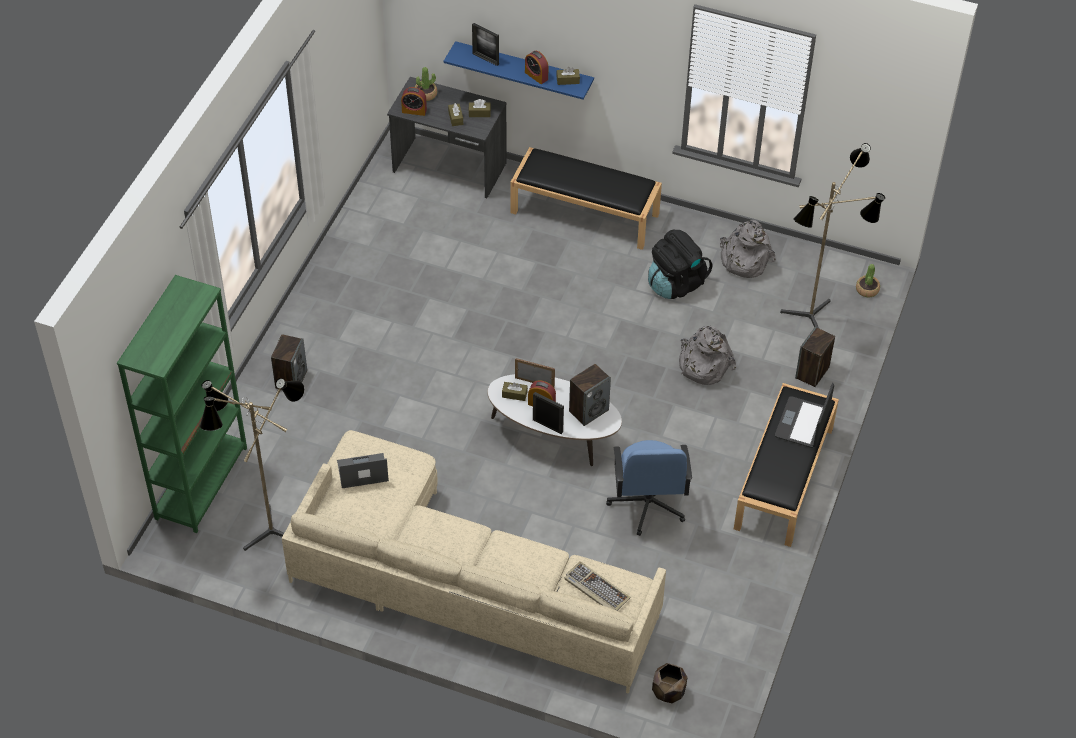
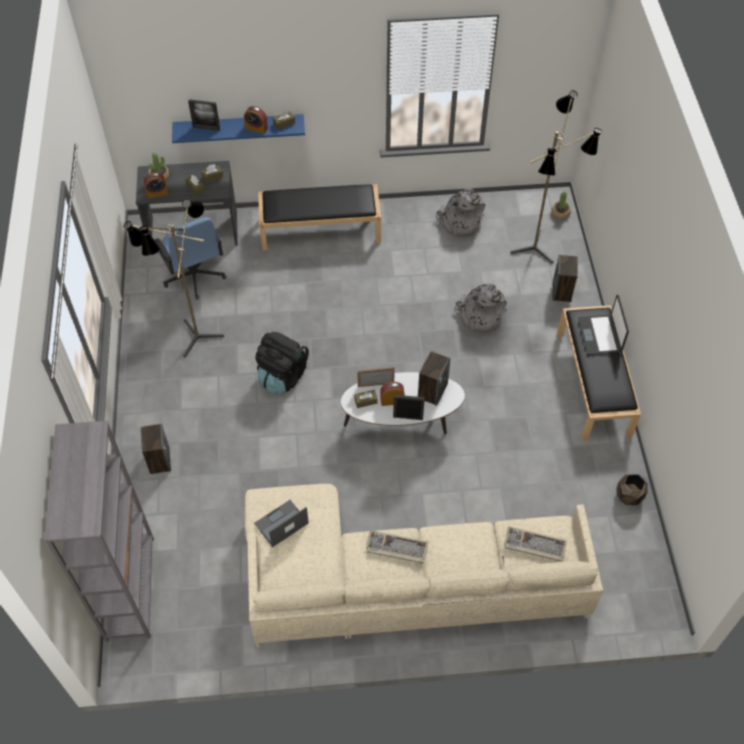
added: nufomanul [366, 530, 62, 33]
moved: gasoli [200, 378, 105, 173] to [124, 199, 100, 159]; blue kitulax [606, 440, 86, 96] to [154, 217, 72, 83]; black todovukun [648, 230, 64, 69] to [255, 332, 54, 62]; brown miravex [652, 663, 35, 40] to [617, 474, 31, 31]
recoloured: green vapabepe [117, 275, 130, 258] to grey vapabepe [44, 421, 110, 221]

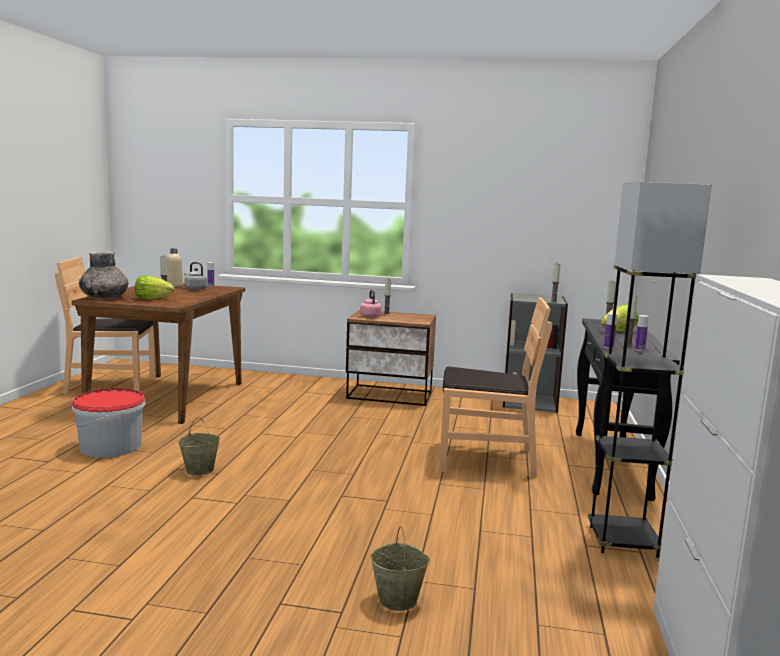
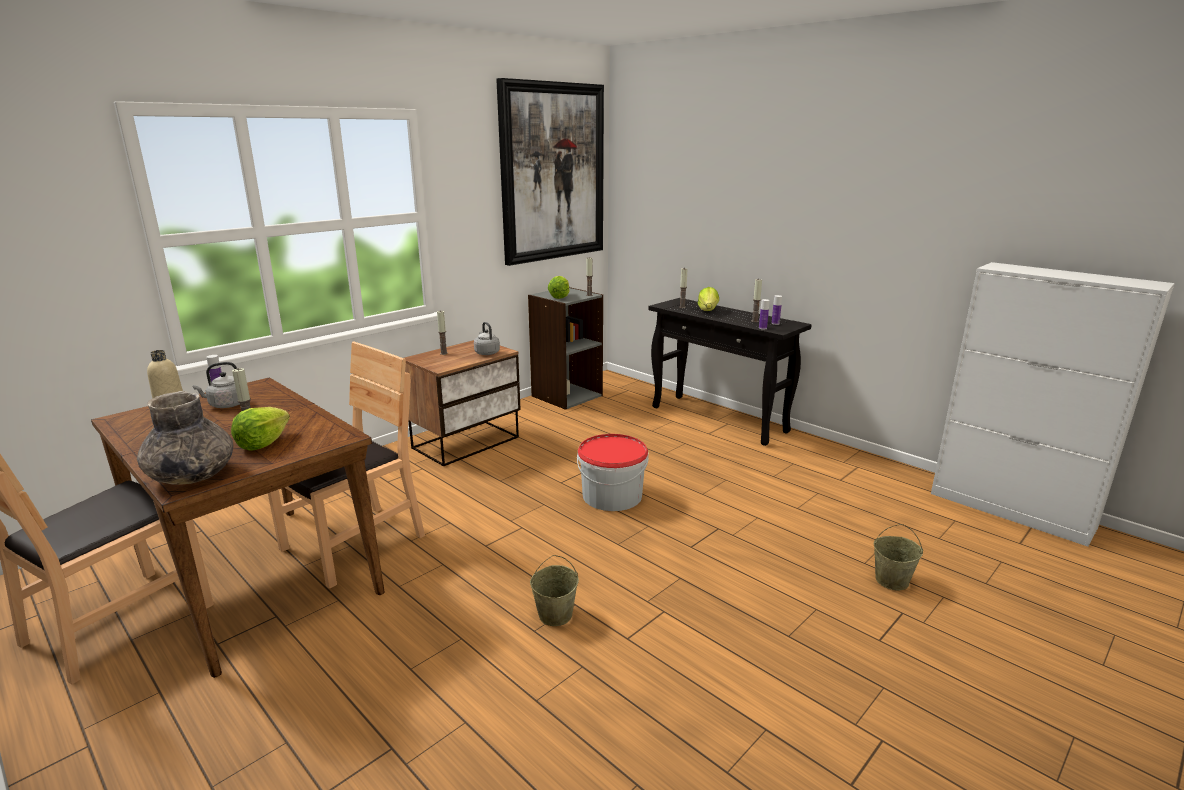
removed: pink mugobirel [360, 290, 22, 28]; black gasoli [588, 182, 124, 376]
added: grey mugobirel [474, 322, 26, 33]; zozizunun [496, 78, 108, 188]; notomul [548, 276, 21, 23]
moved: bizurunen [72, 388, 73, 70] to [577, 434, 72, 77]; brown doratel [439, 297, 113, 181] to [268, 342, 157, 247]

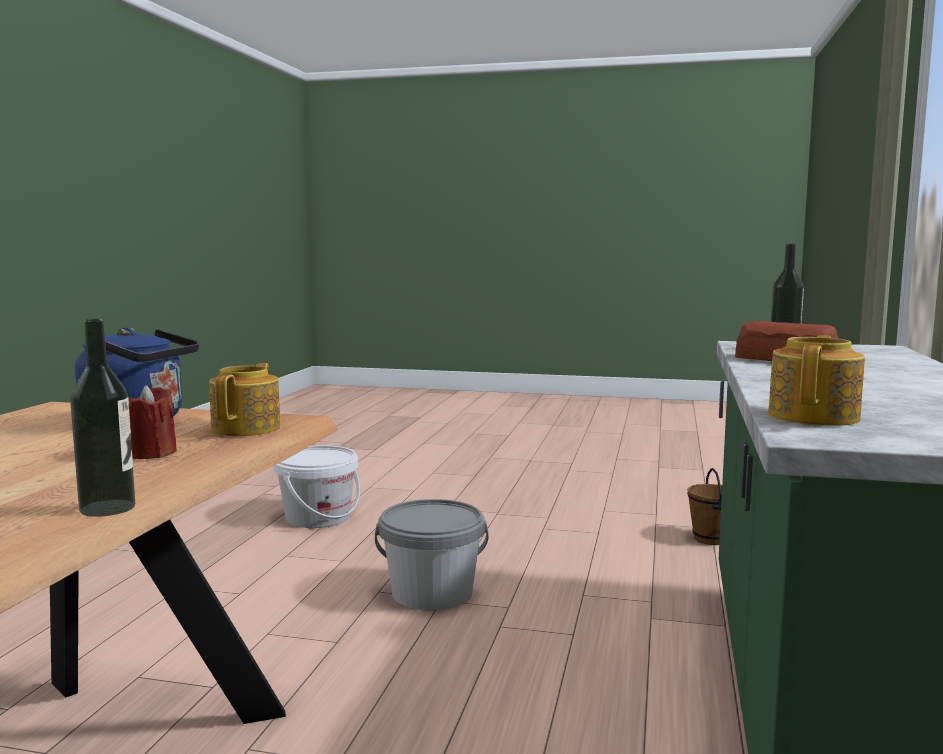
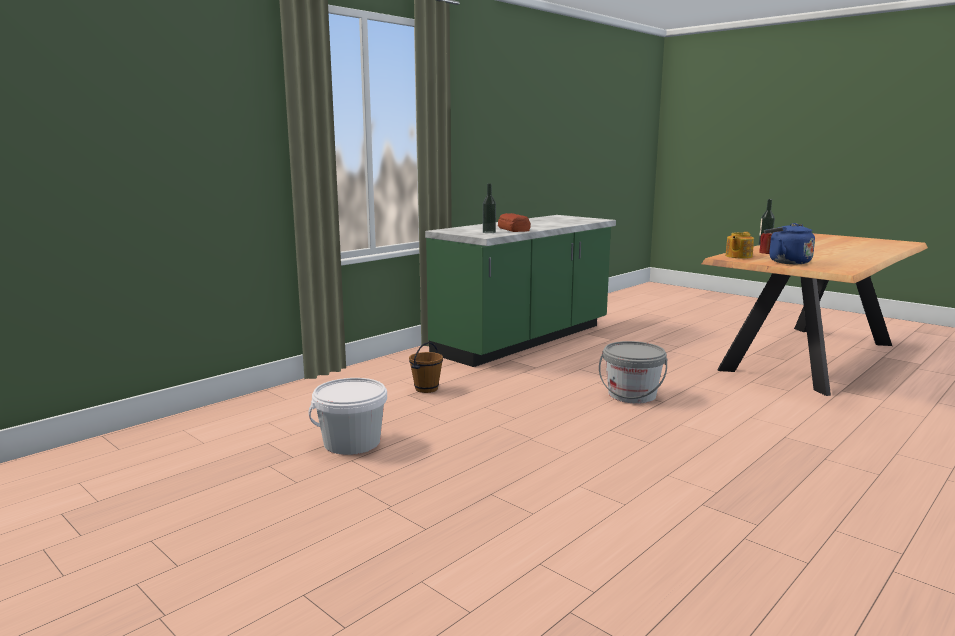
removed: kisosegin [768, 335, 97, 91]
moved: white bizurunen [274, 445, 86, 83] to [308, 378, 79, 77]

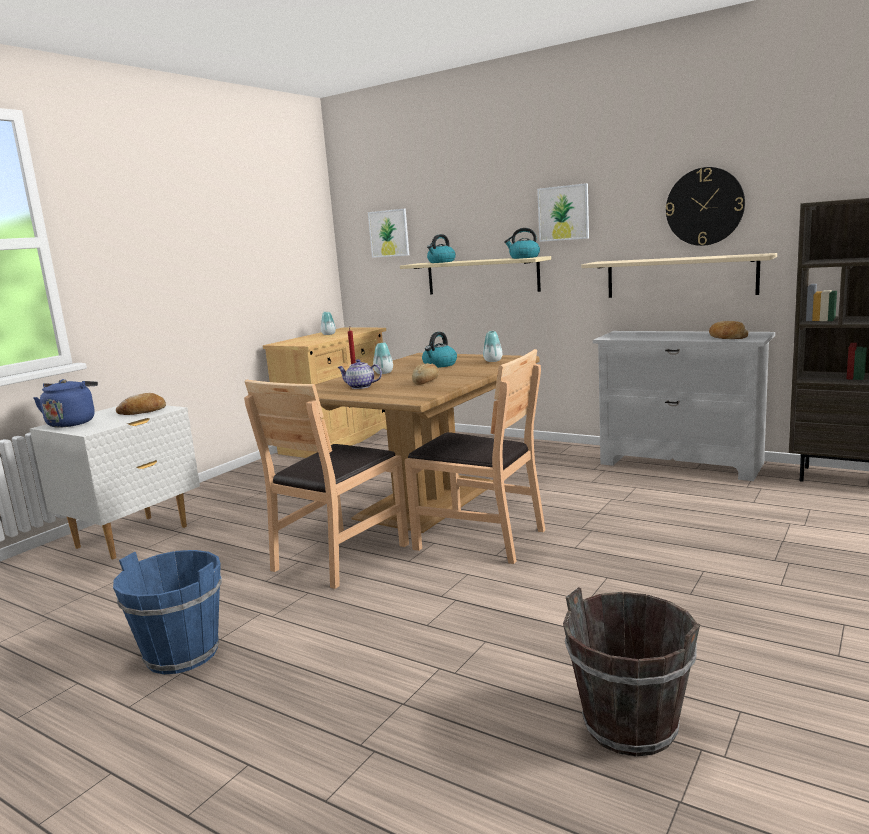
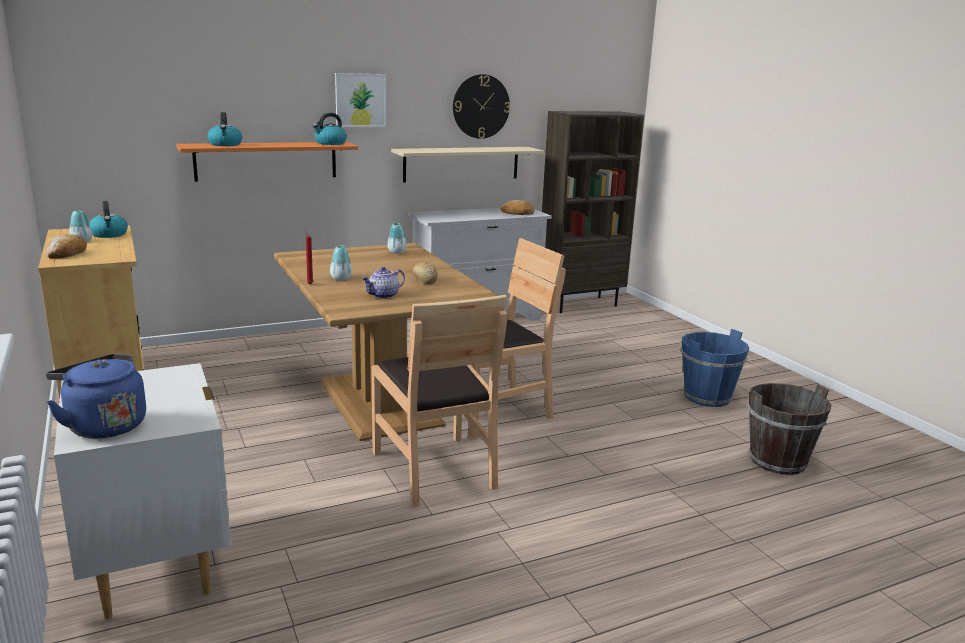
removed: zozizunun [368, 209, 41, 49]
moved: blue bizurunen [113, 550, 109, 124] to [681, 329, 68, 78]; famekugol [116, 393, 50, 22] to [46, 234, 41, 24]; mugobirel [422, 332, 35, 36] to [89, 201, 39, 37]
recoloured: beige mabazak [400, 256, 151, 38] to orange mabazak [176, 142, 182, 40]

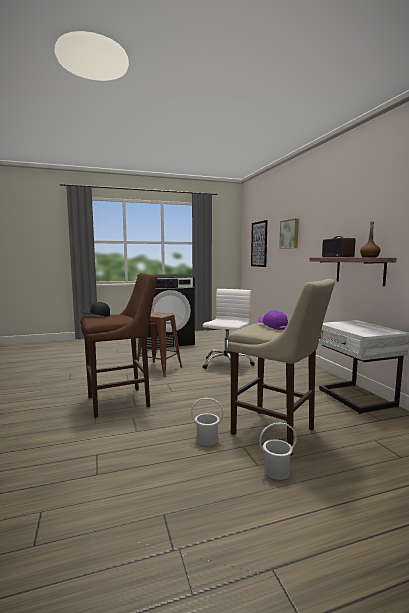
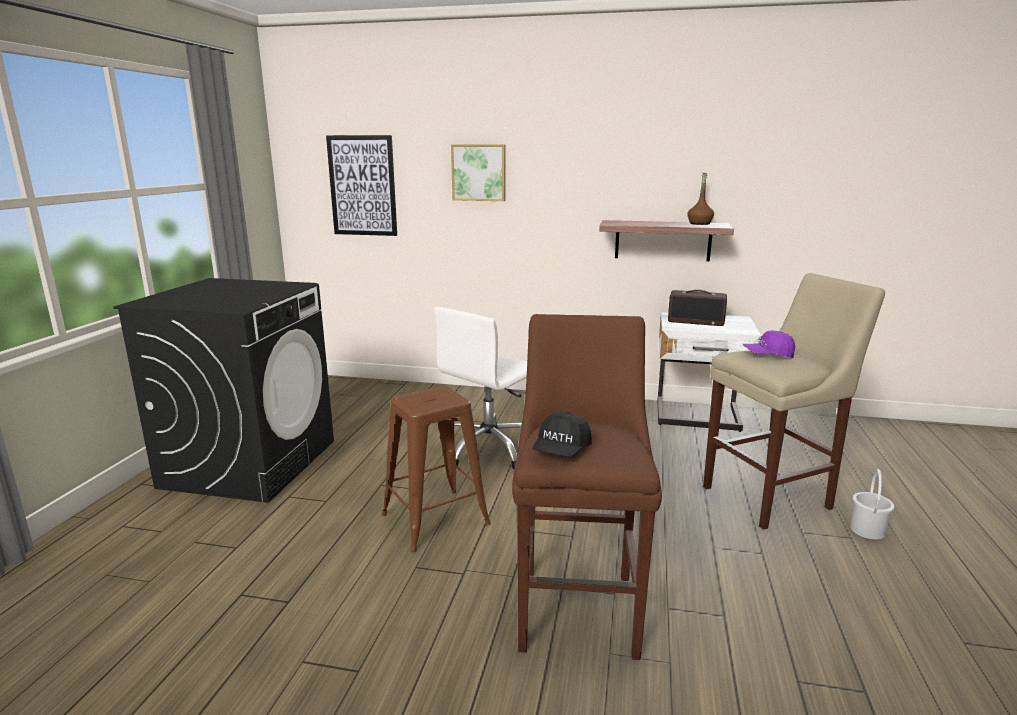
removed: white bizurunen [191, 398, 33, 48]
moved: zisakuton [322, 236, 34, 21] to [668, 290, 59, 36]
turned: white kitulax [202, 289, 53, 80] = [434, 307, 93, 162] 105 degrees counterclockwise

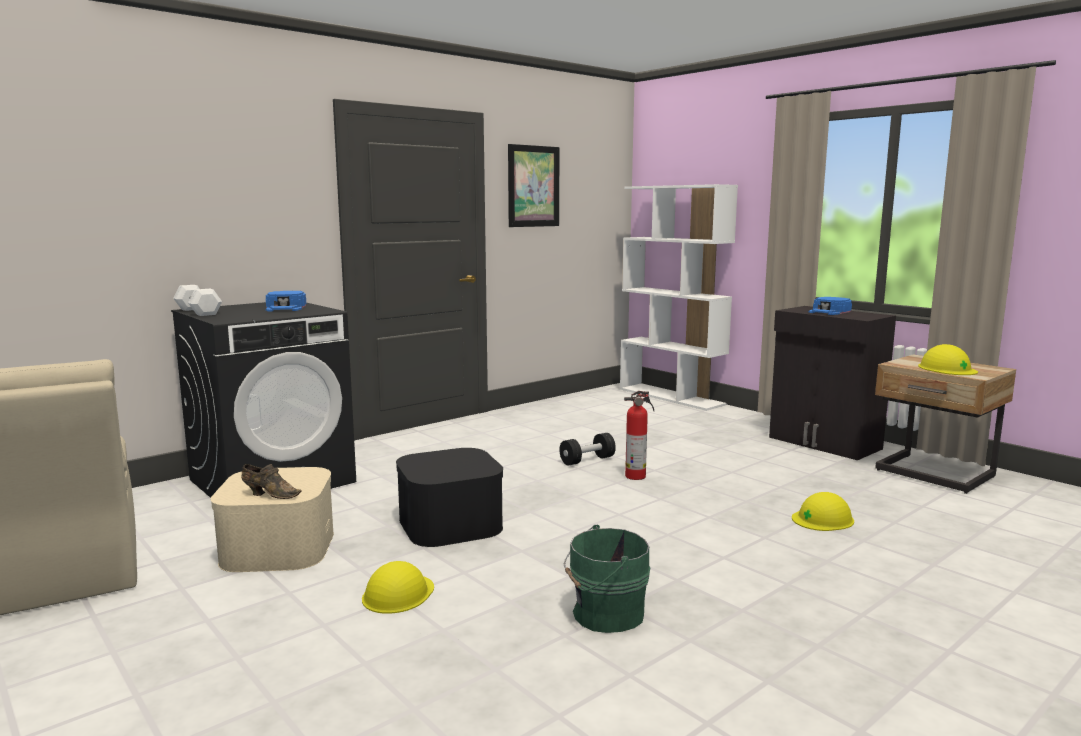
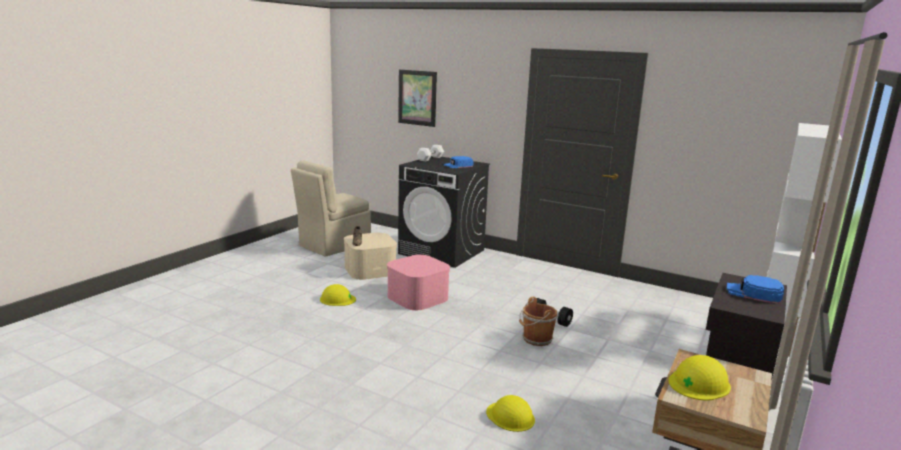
removed: green bizurunen [564, 524, 86, 109]
moved: zozizunun [508, 144, 52, 83] to [398, 70, 39, 57]
replaced: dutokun [624, 391, 30, 89] to brown bizurunen [519, 297, 40, 49]
recoloured: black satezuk [396, 448, 107, 99] to pink satezuk [387, 255, 63, 55]

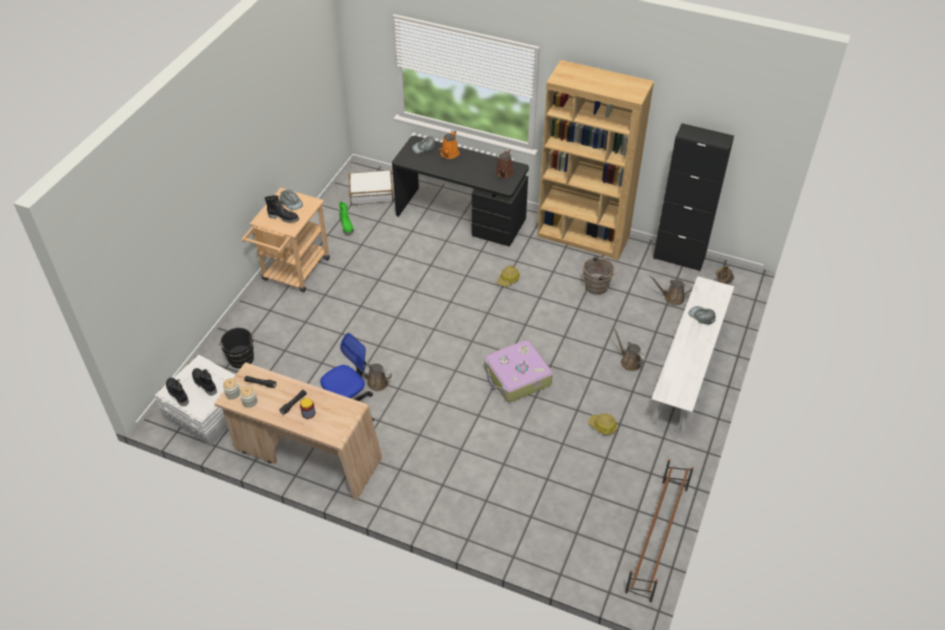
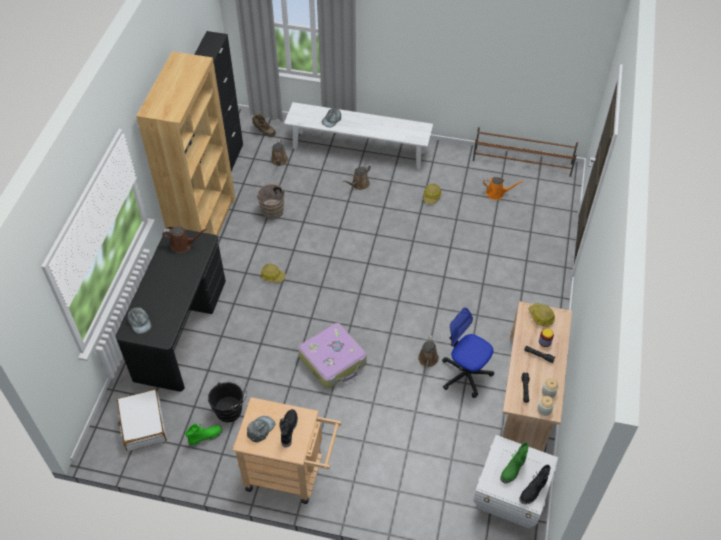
added: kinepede [528, 303, 27, 24]
moved: black bizurunen [218, 328, 36, 40] to [208, 380, 39, 42]; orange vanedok [439, 130, 21, 29] to [483, 177, 41, 23]; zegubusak [484, 340, 69, 62] to [298, 323, 68, 66]
recoloured: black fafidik [192, 368, 25, 28] to green fafidik [500, 443, 28, 40]

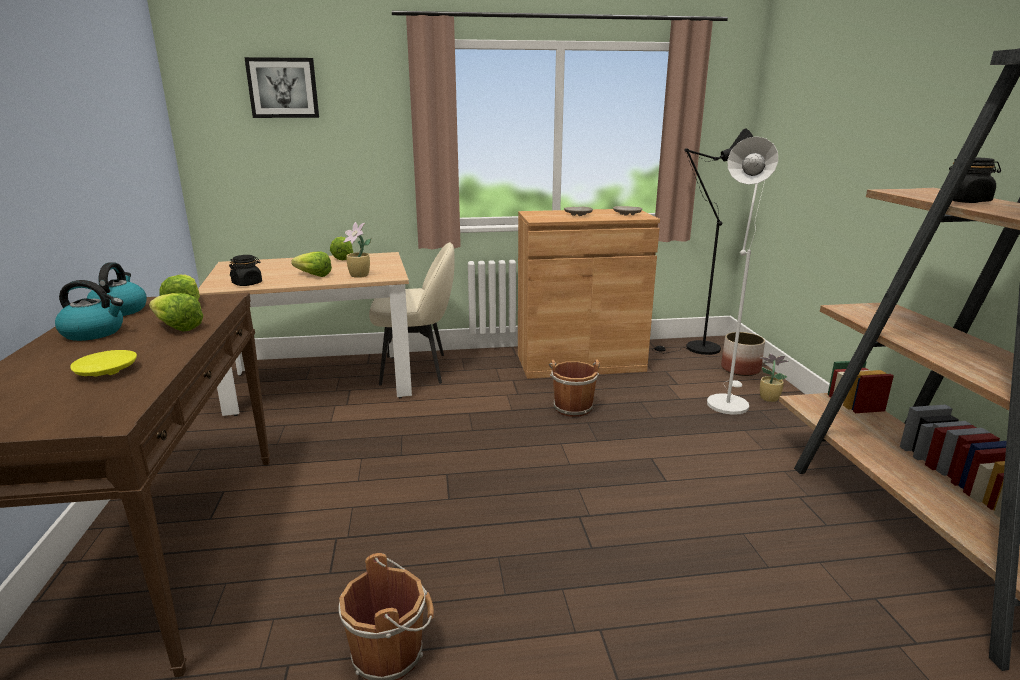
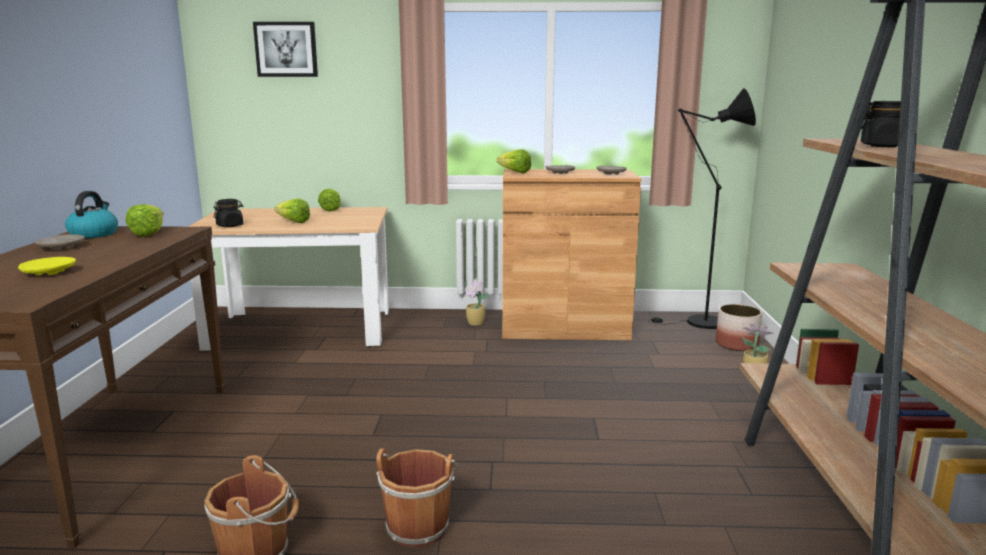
removed: beige doratel [369, 242, 86, 143]; white gasoli [707, 136, 71, 279]
moved: notomul [149, 293, 55, 38] to [497, 149, 34, 25]; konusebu [343, 222, 28, 56] to [465, 279, 23, 47]; brown bizurunen [549, 360, 50, 57] to [376, 448, 82, 99]
replaced: mugobirel [55, 280, 68, 61] to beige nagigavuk [35, 234, 49, 16]

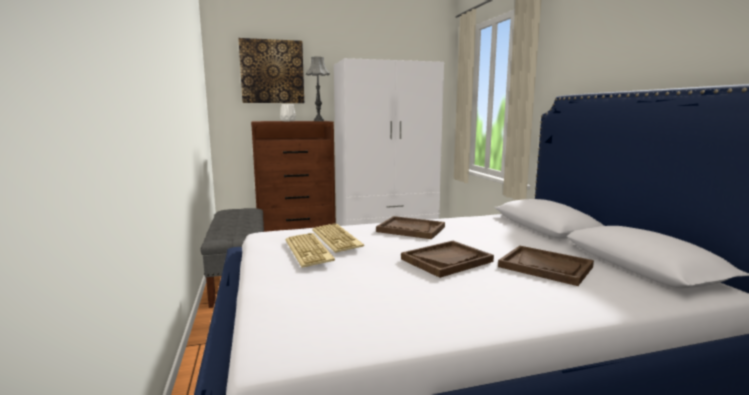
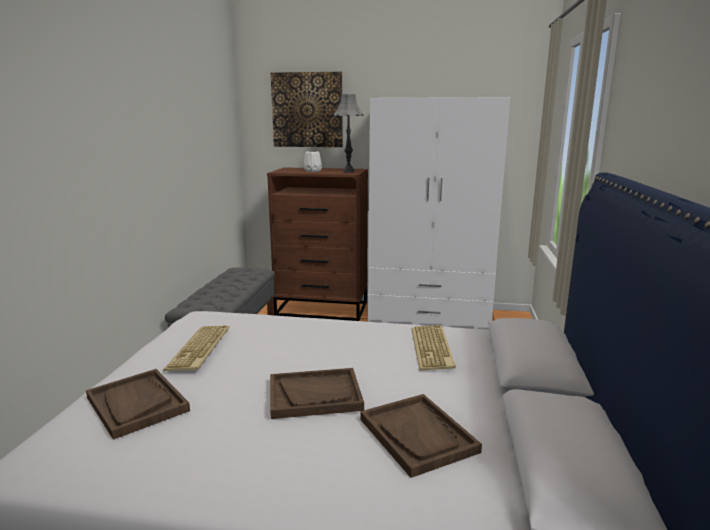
moved: nufomanul [312, 223, 52, 30] to [411, 325, 45, 46]; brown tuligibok [376, 216, 69, 23] to [86, 369, 104, 71]

